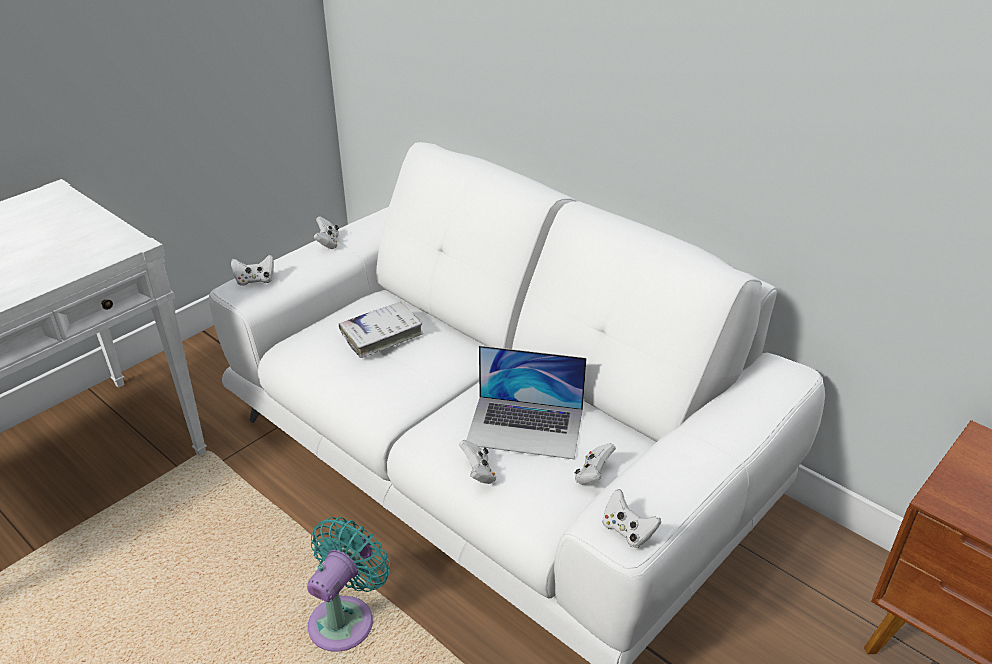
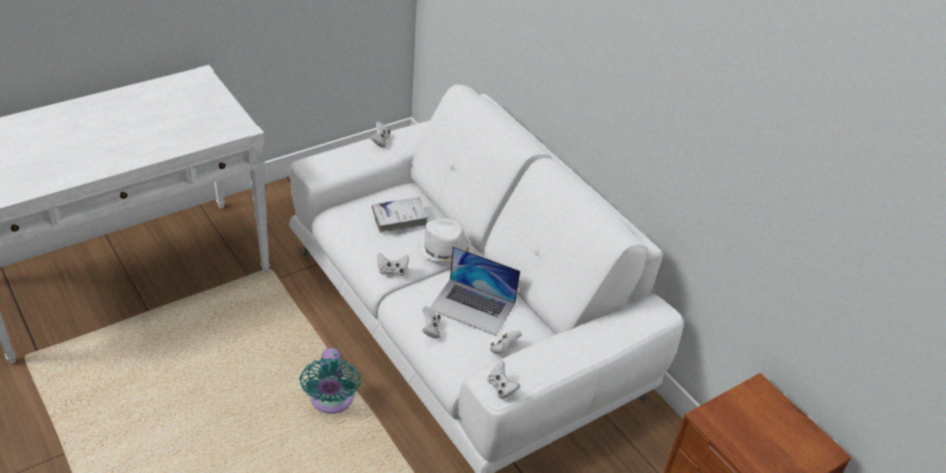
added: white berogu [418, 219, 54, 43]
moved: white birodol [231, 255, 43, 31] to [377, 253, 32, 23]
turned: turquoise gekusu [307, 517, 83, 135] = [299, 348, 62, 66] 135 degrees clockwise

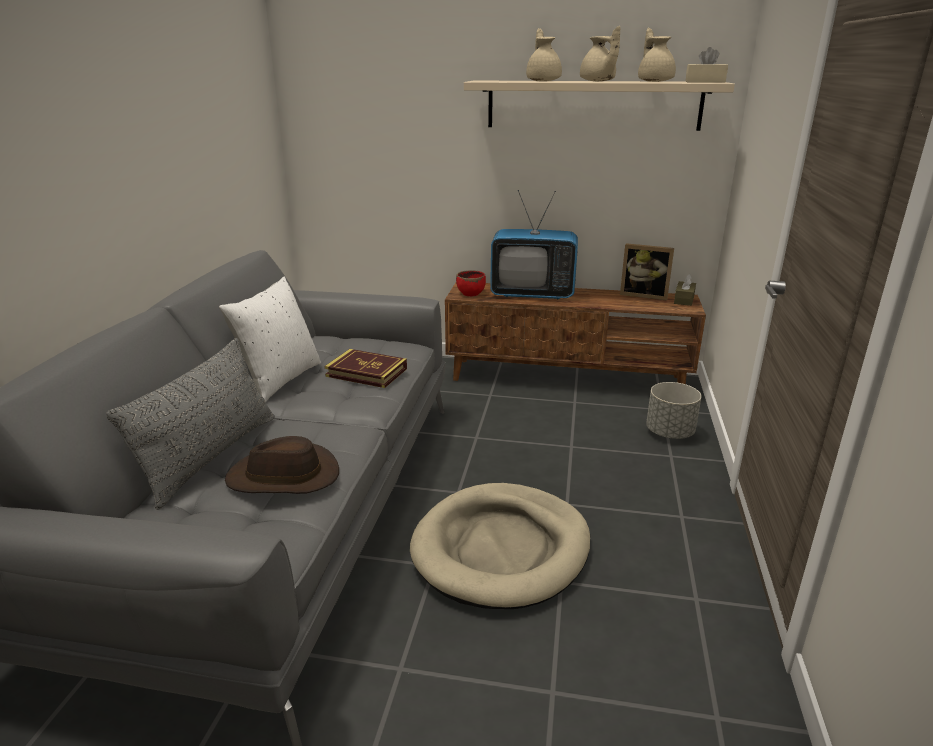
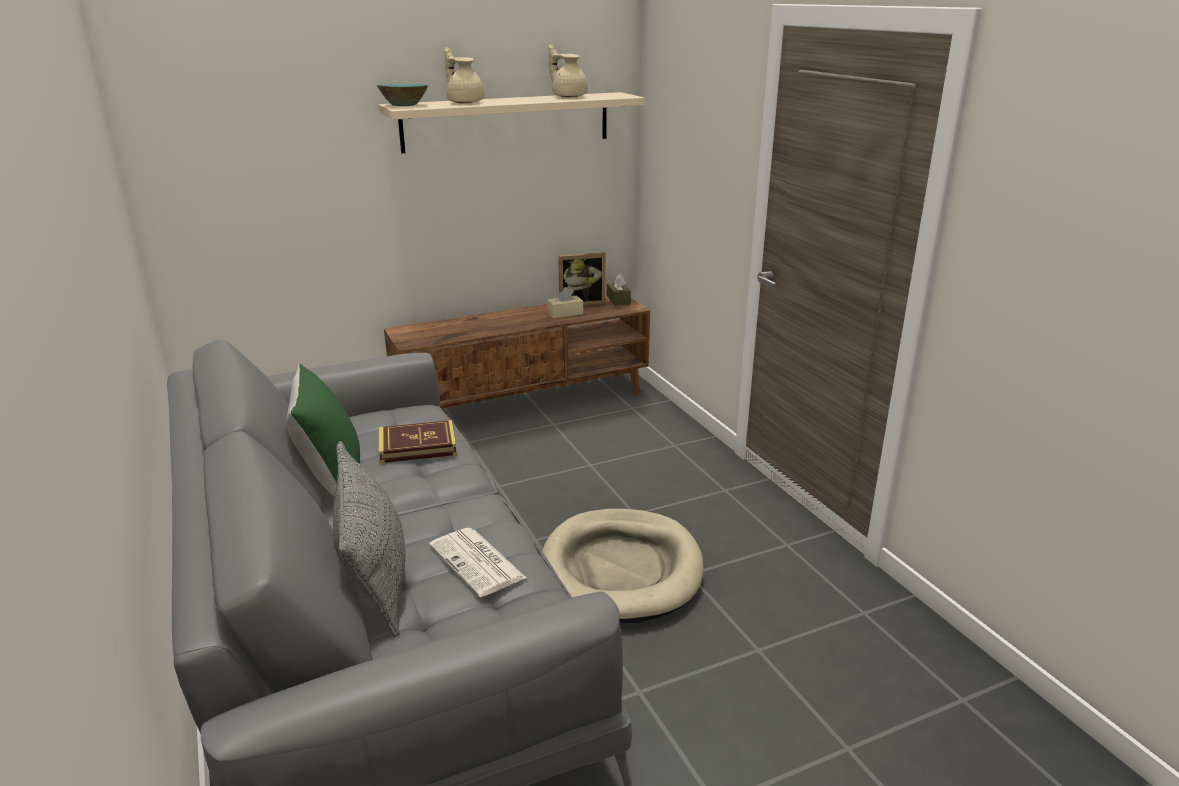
removed: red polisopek [456, 270, 30, 26]; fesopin [490, 190, 88, 109]; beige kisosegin [580, 26, 40, 55]; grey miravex [646, 382, 56, 57]
added: turquoise polisopek [377, 84, 51, 22]
moved: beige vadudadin [686, 47, 42, 36] to [547, 287, 36, 31]
replaced: brown berogu [225, 436, 114, 58] to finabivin [429, 528, 97, 69]
recoloured: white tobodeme [219, 277, 102, 125] to green tobodeme [286, 364, 74, 133]

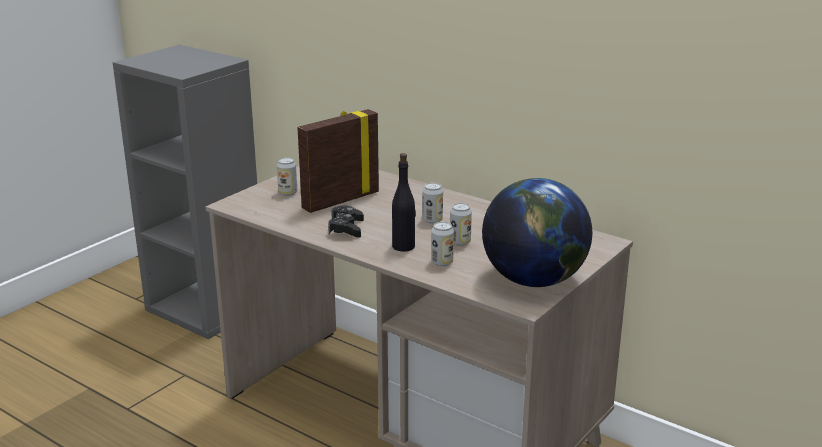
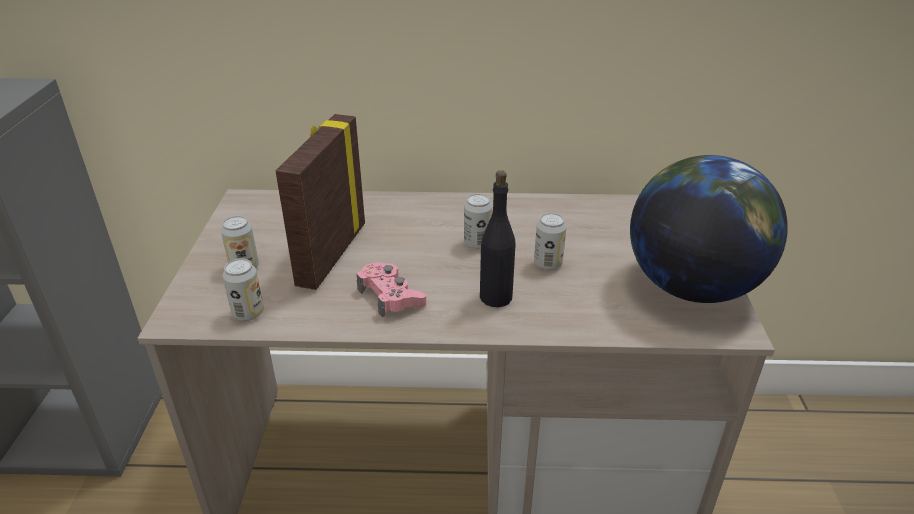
moved: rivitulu [431, 222, 23, 45] to [223, 259, 41, 62]
recoloured: black birodol [328, 205, 36, 32] to pink birodol [357, 262, 69, 56]

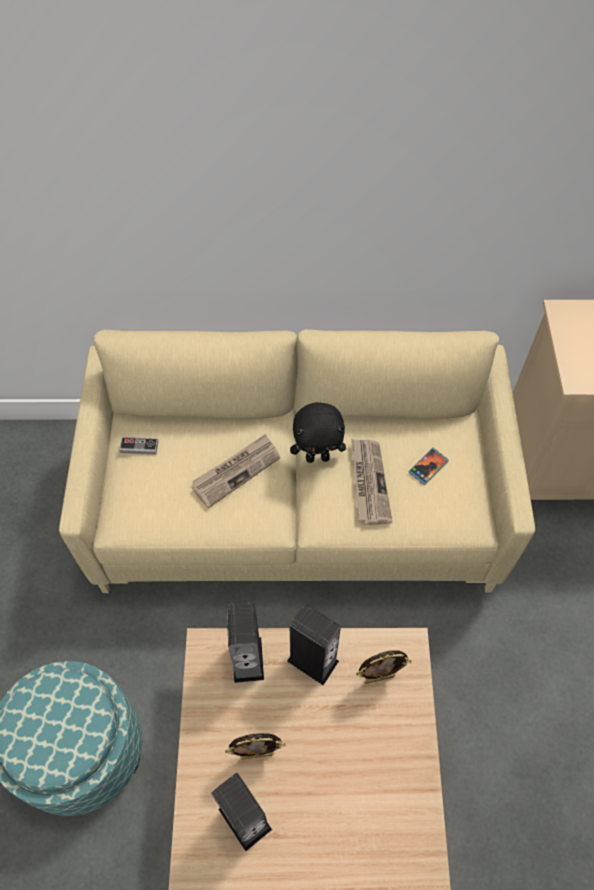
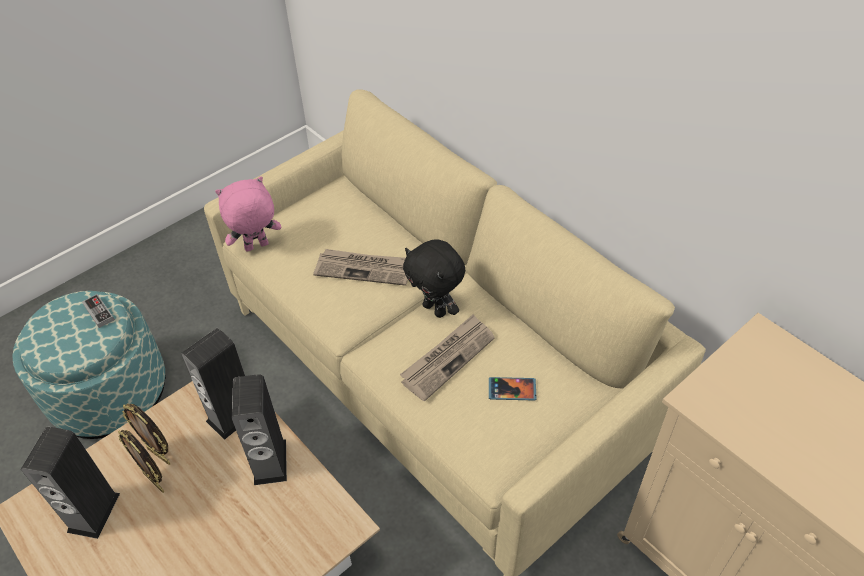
added: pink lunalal [215, 176, 66, 76]
moved: birodol [119, 437, 40, 18] to [82, 294, 33, 34]; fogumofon [356, 650, 56, 34] to [122, 404, 48, 61]

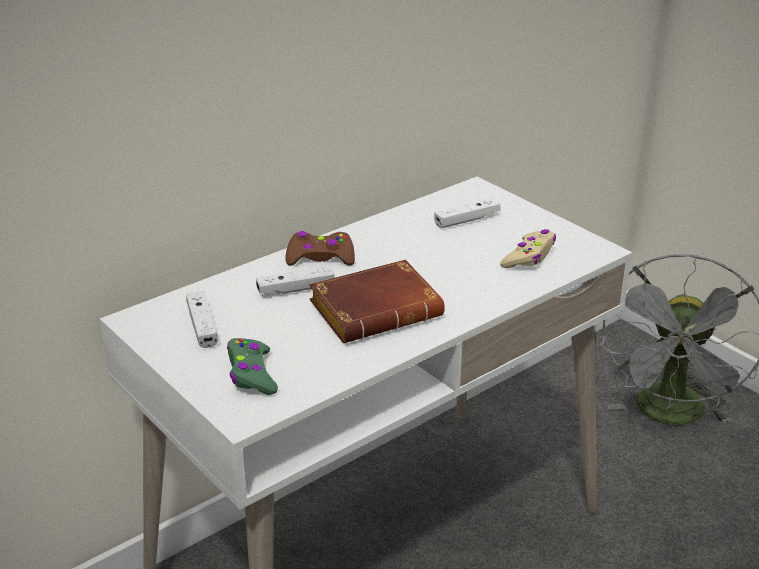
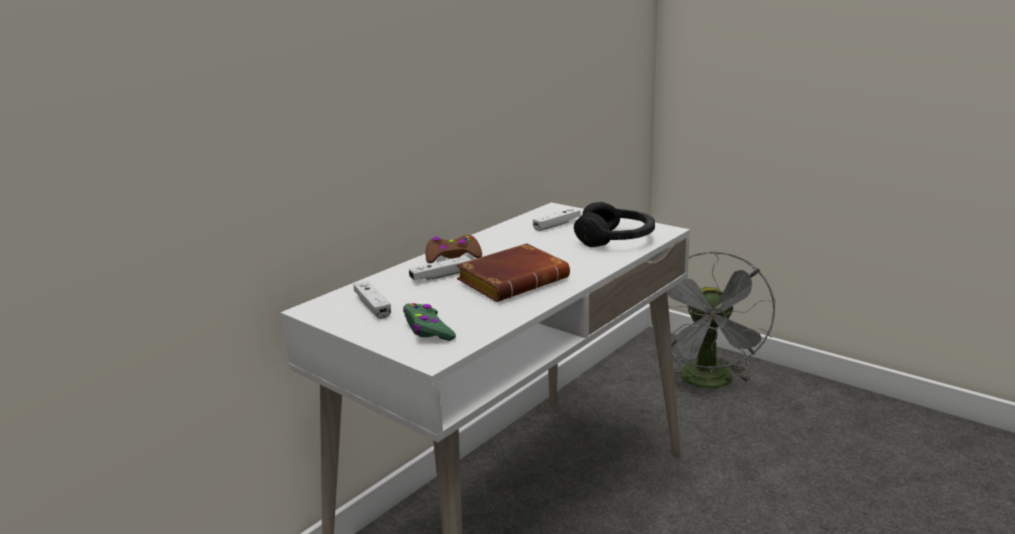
replaced: beige birodol [500, 229, 56, 39] to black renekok [574, 202, 81, 45]

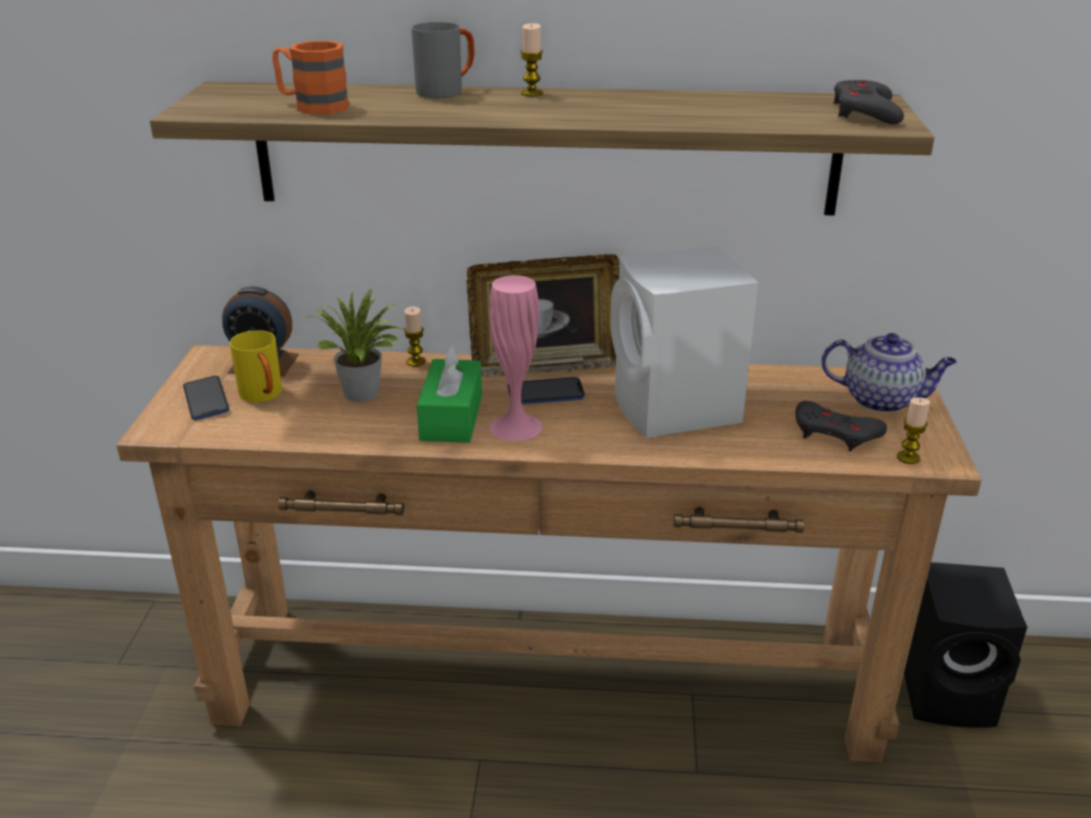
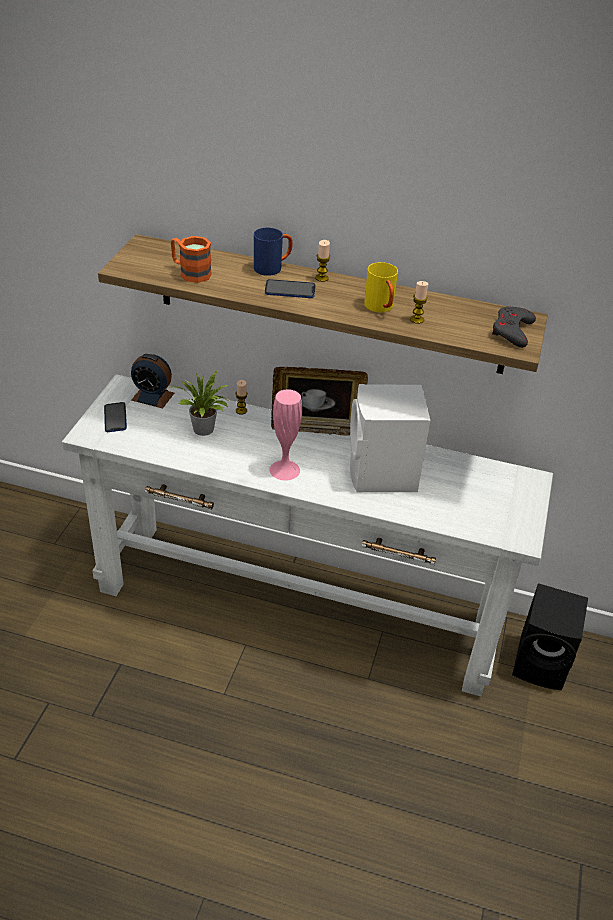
removed: green vadudadin [417, 344, 65, 99]; grey birodol [795, 401, 92, 50]; kisosegin [821, 333, 136, 80]
moved: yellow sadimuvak [230, 330, 52, 72] to [364, 262, 34, 51]; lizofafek [508, 377, 77, 27] to [265, 279, 51, 19]; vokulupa [897, 397, 33, 67] to [410, 281, 18, 43]
recoloured: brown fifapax [116, 345, 866, 417] to white fifapax [62, 374, 491, 322]; grey sadimuvak [411, 22, 63, 76] to blue sadimuvak [254, 228, 39, 48]

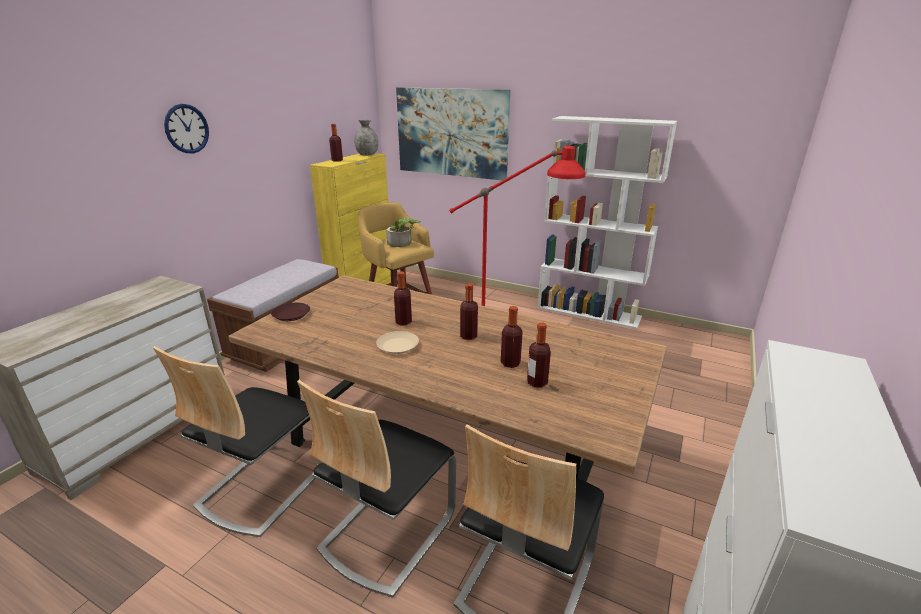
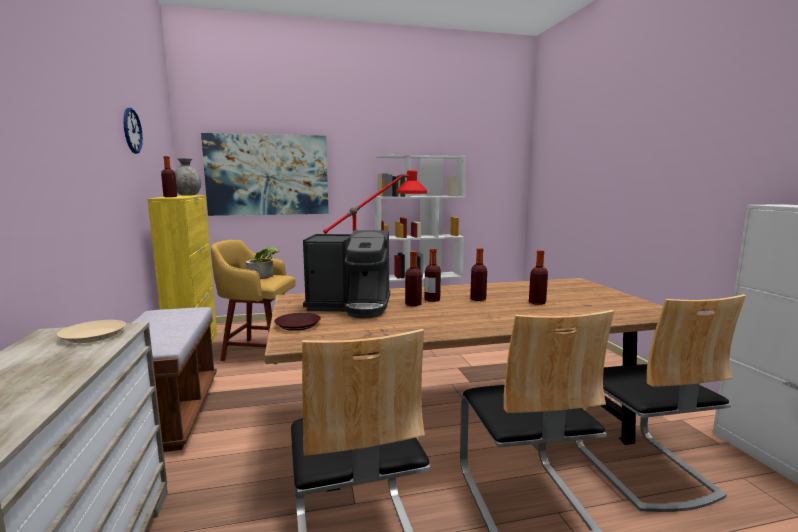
added: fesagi [303, 230, 87, 88]
moved: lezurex [164, 104, 45, 49] to [123, 108, 20, 46]; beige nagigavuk [376, 331, 43, 23] to [57, 320, 69, 23]; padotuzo [527, 322, 24, 66] to [424, 248, 17, 54]

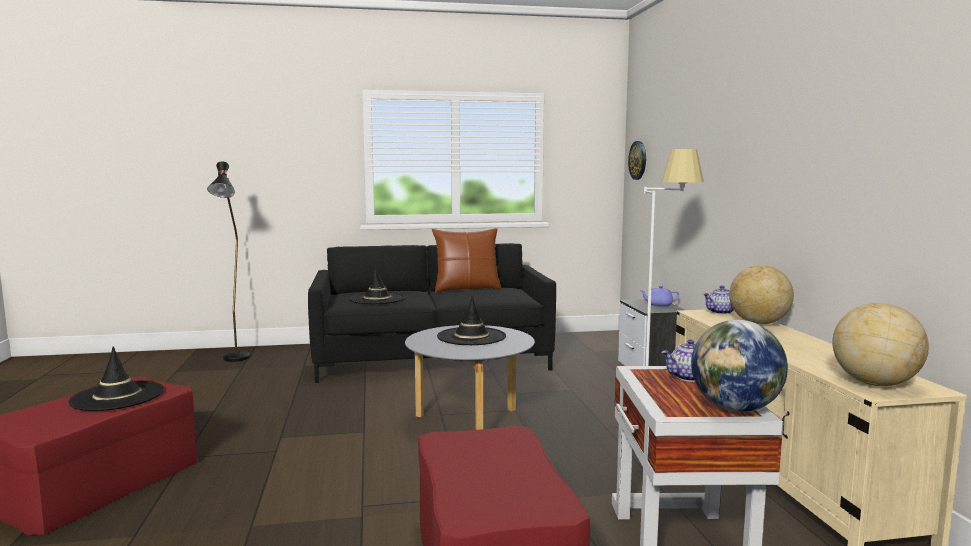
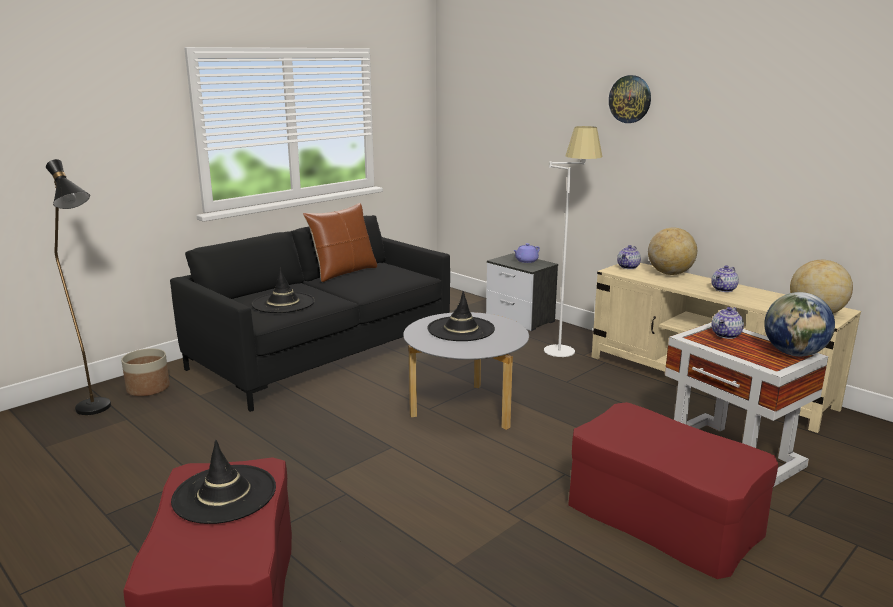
added: miravex [121, 348, 49, 48]; kisosegin [711, 265, 28, 27]
moved: lezurex [628, 141, 18, 39] to [609, 75, 42, 48]

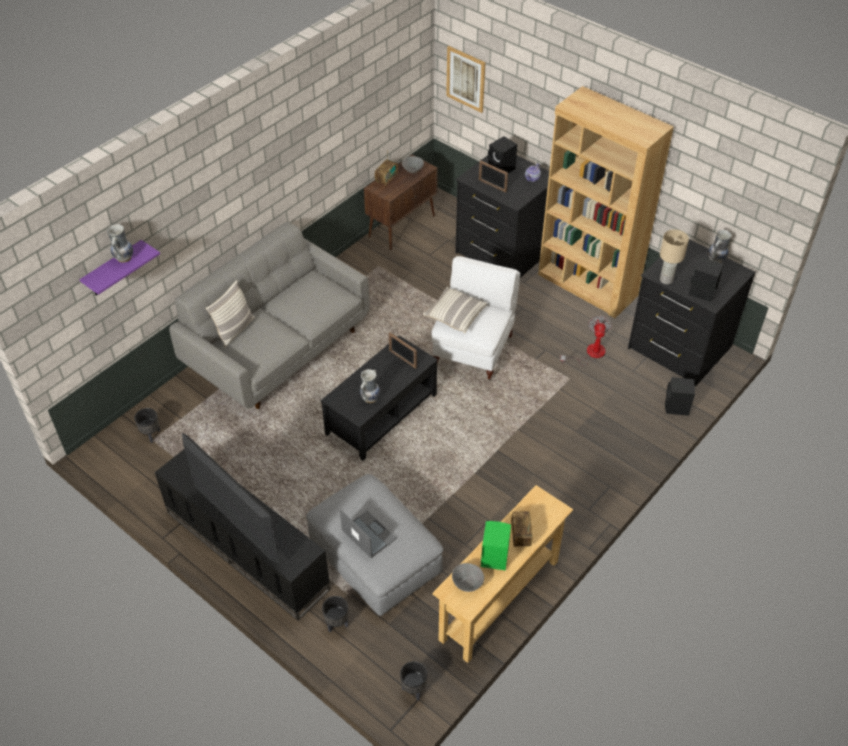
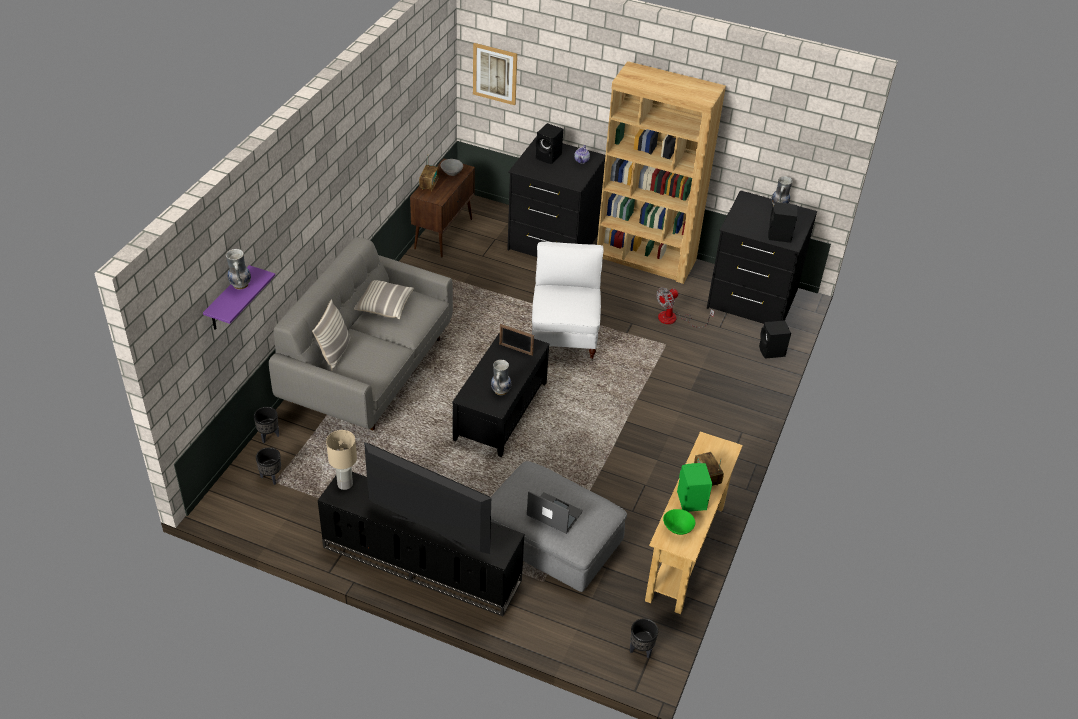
removed: fogumofon [479, 160, 29, 33]
moved: black miravex [322, 596, 26, 37] to [254, 407, 25, 36]; tobodeme [423, 287, 64, 47] to [354, 280, 60, 39]; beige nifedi [660, 229, 29, 55] to [326, 430, 31, 60]
recoloured: grey polisopek [452, 563, 32, 29] to green polisopek [663, 509, 32, 26]
turned: gekusu [560, 316, 52, 49] = [656, 287, 59, 41] 120 degrees counterclockwise

